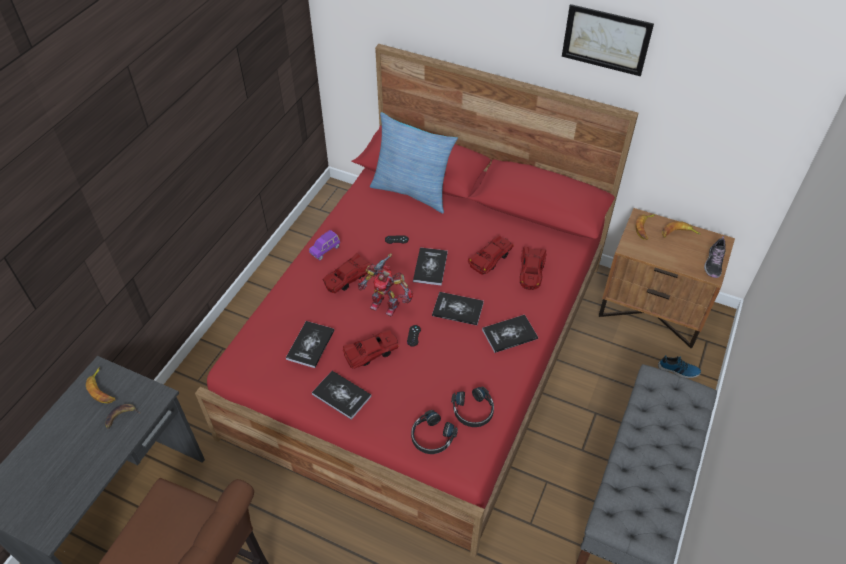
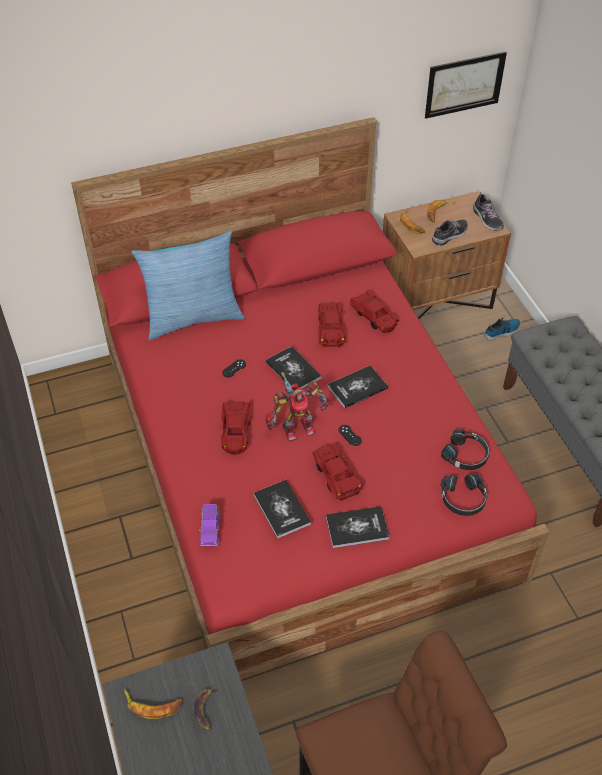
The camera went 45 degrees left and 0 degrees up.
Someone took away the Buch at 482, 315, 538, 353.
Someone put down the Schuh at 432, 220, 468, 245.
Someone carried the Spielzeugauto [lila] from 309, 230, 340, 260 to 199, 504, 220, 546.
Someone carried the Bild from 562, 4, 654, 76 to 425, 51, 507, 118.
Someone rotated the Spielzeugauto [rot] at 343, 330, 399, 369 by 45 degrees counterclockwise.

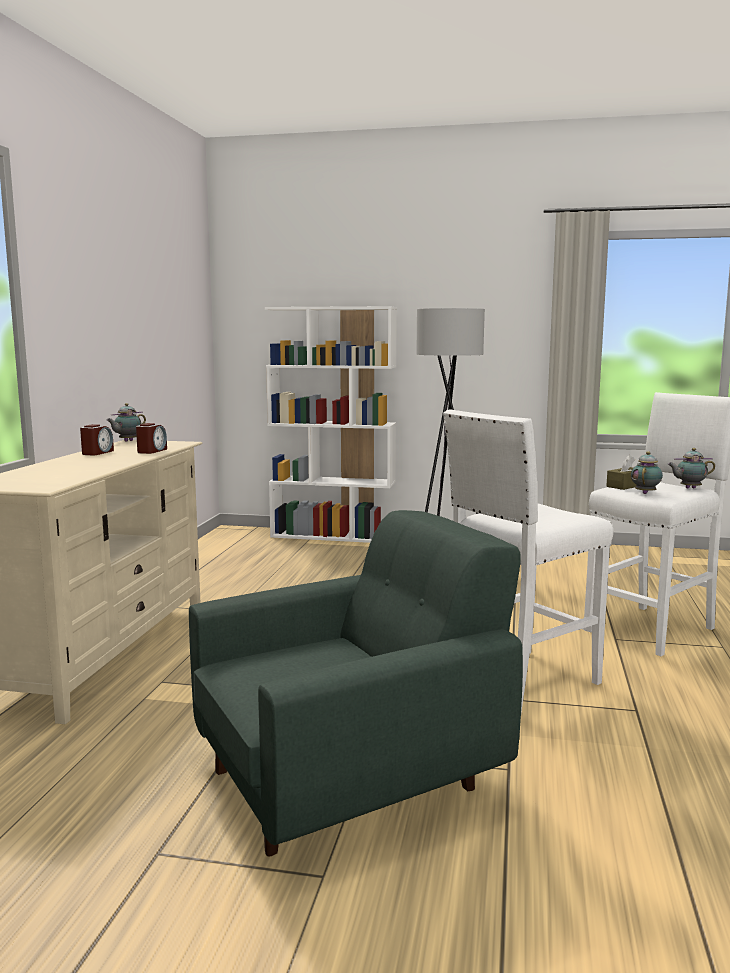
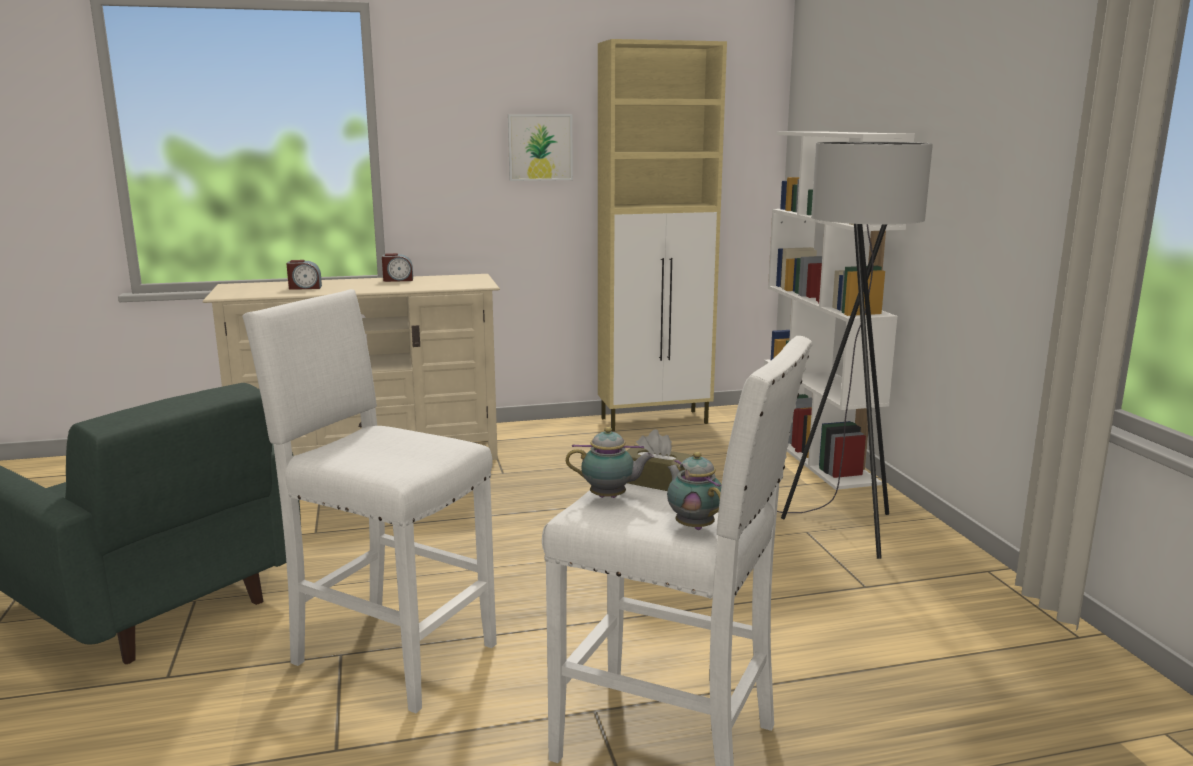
The camera went 65 degrees right and 5 degrees up.
Someone took away the Teekanne at 106, 403, 146, 442.
Someone put up the Bild at 508, 114, 573, 181.
Someone put down the Schrank [beige] at 598, 39, 727, 431.
Someone carried the Wecker from 136, 423, 167, 454 to 286, 260, 322, 290.

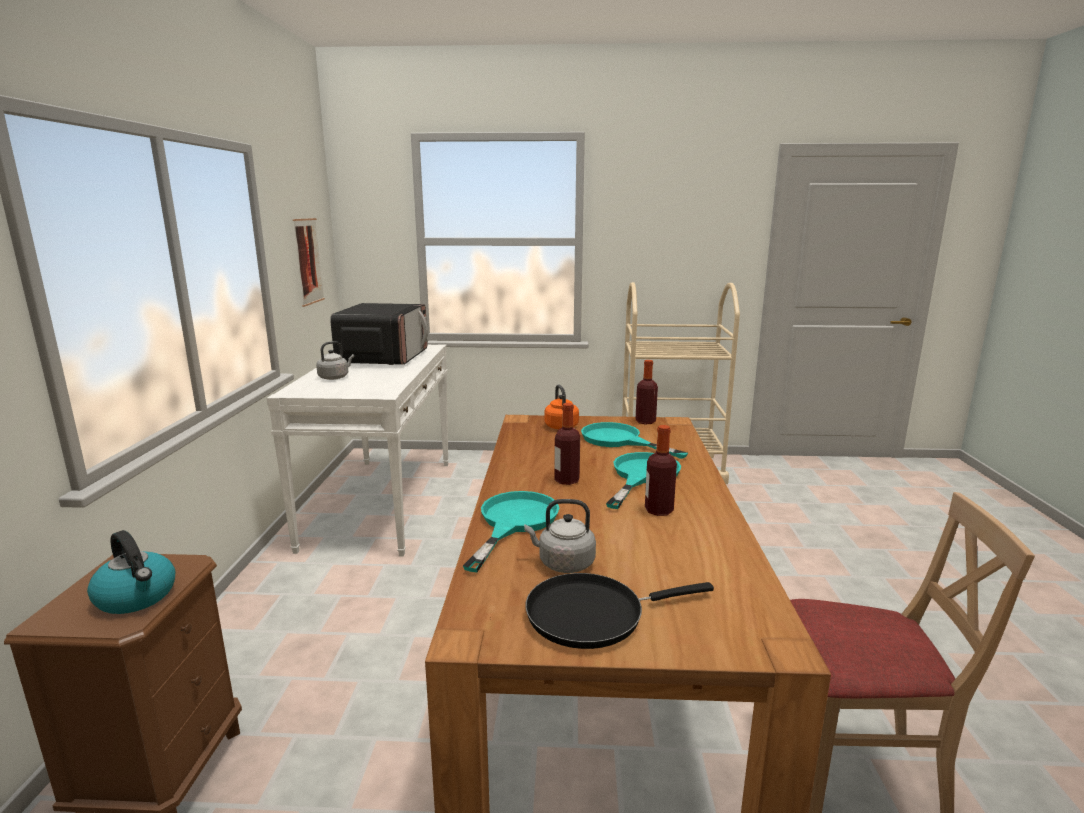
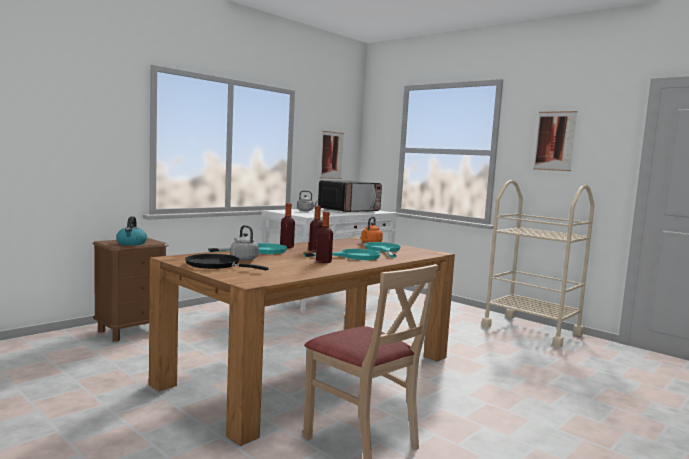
The camera went 40 degrees right and 10 degrees down.
Someone put up the Bild at 533, 111, 578, 171.
Someone carried the Flasche from 635, 360, 658, 424 to 280, 203, 295, 248.

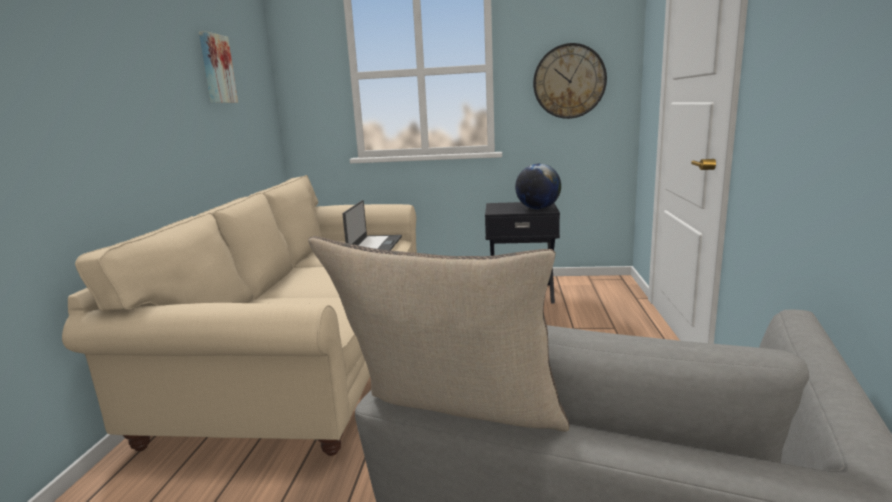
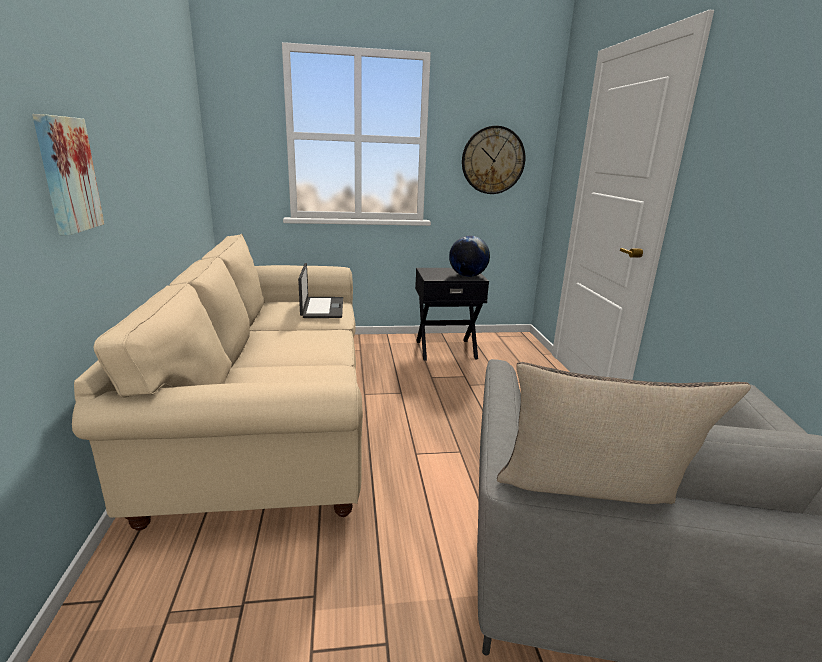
The camera went 15 degrees left and 5 degrees up.
Someone carried the Bild from 199, 31, 238, 103 to 32, 114, 104, 235.

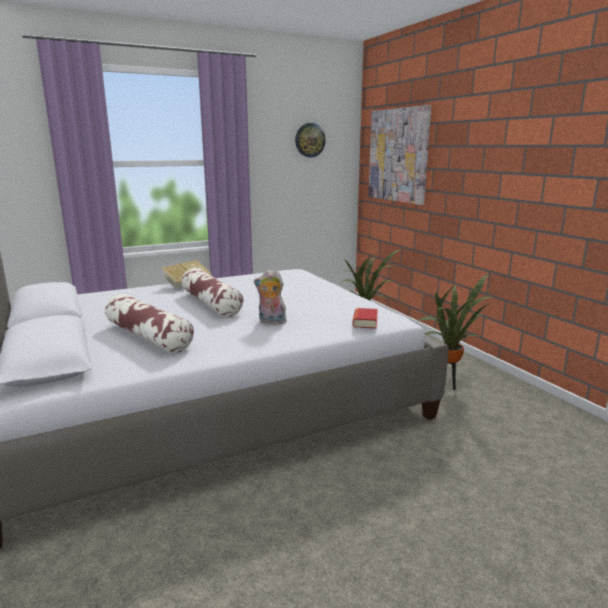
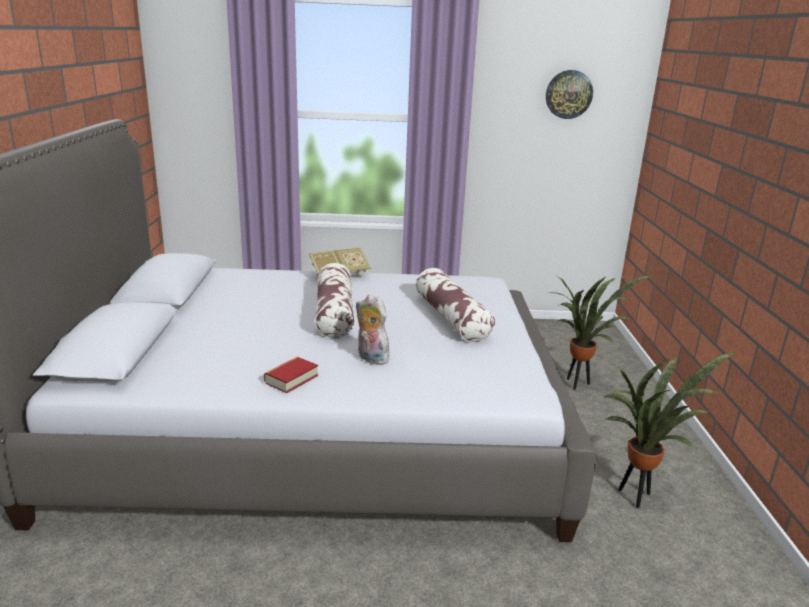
The camera went 25 degrees right and 5 degrees up.
Someone took away the Bild at 368, 105, 431, 205.
Someone carried the Kissen from 105, 294, 194, 353 to 416, 268, 495, 342.
Someone carried the Buch from 353, 308, 378, 329 to 264, 357, 318, 393.

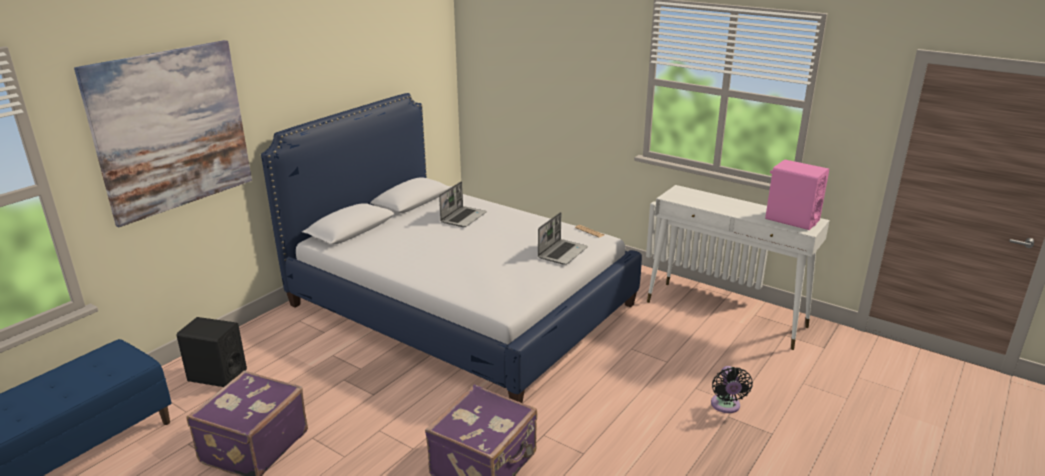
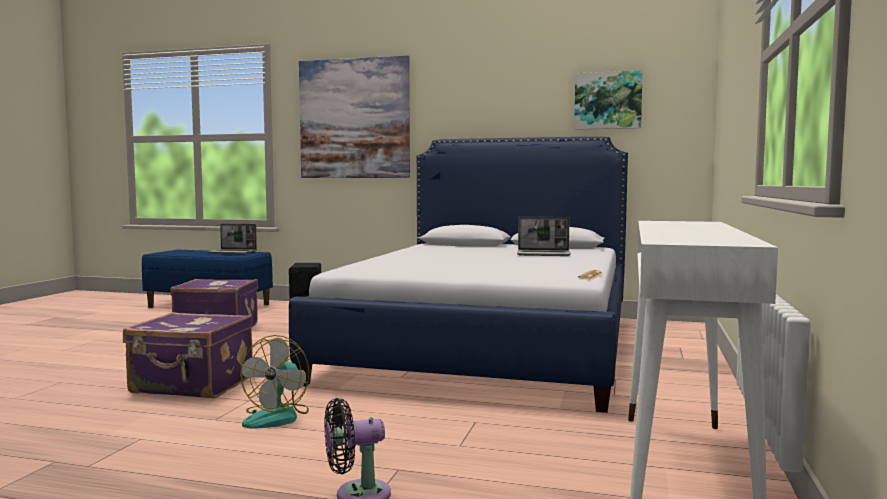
The camera went 70 degrees right and 20 degrees down.
Someone took away the Lautsprecher [rosa] at 765, 160, 829, 230.
Someone put down the Ventilator at 240, 335, 309, 428.
Someone put up the Bild at 574, 70, 643, 130.
Someone carried the Laptop from 538, 212, 588, 265 to 207, 223, 257, 254.

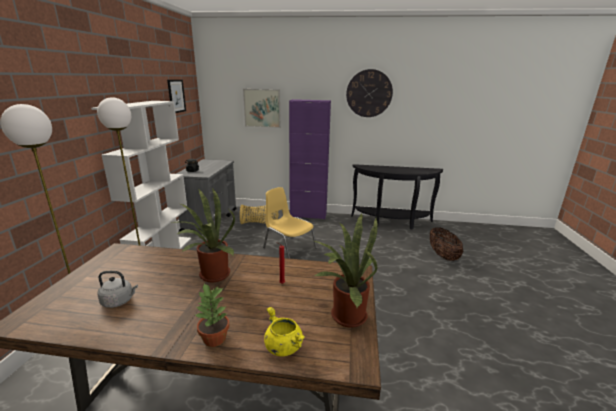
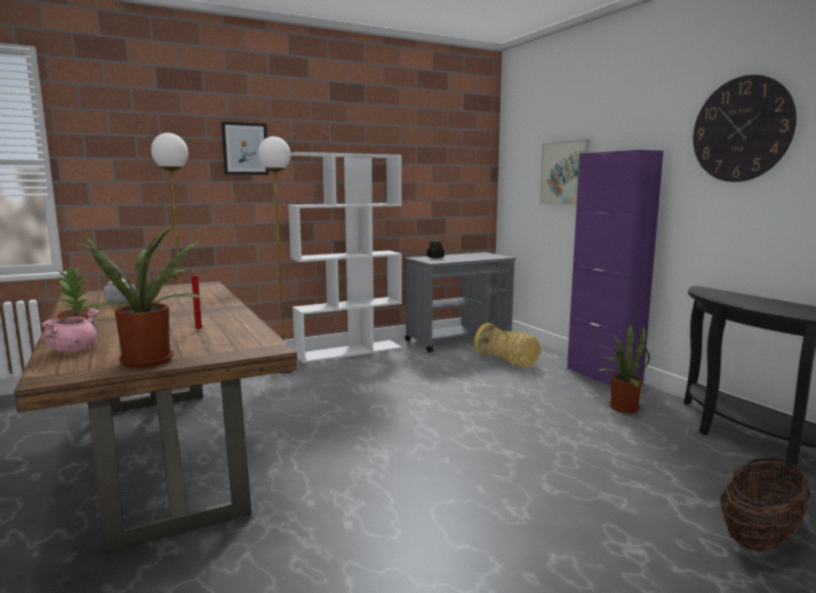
The camera went 55 degrees right and 10 degrees down.
Someone took away the Stuhl [gelb] at 263, 187, 317, 259.
Someone carried the Bild from 167, 80, 186, 113 to 221, 122, 269, 175.
Someone carried the Topfpflanze from 171, 188, 235, 283 to 596, 324, 650, 413.
Someone repainted the Kochtopf [gelb] at 264, 307, 305, 356, which became the Kochtopf [rosa] at 41, 309, 99, 352.

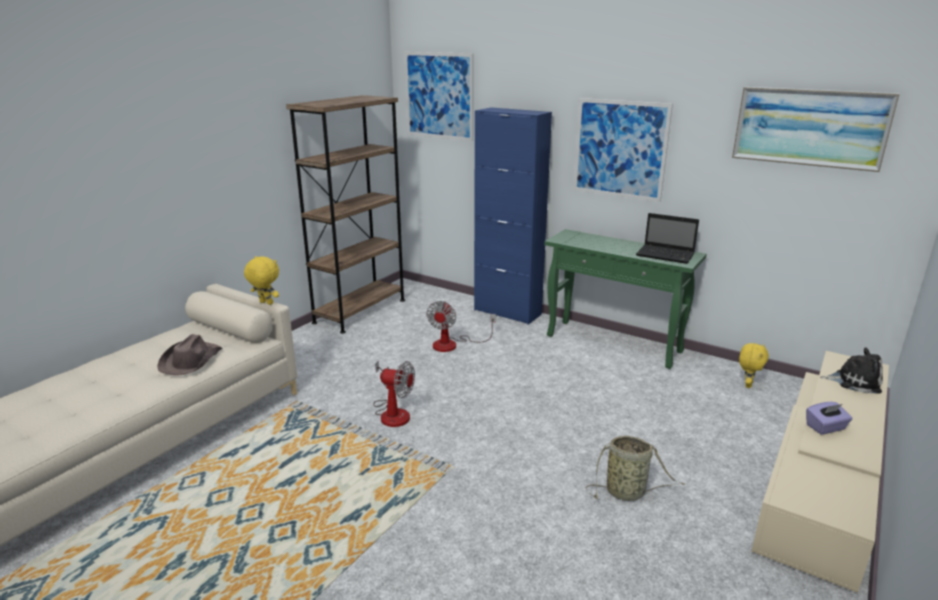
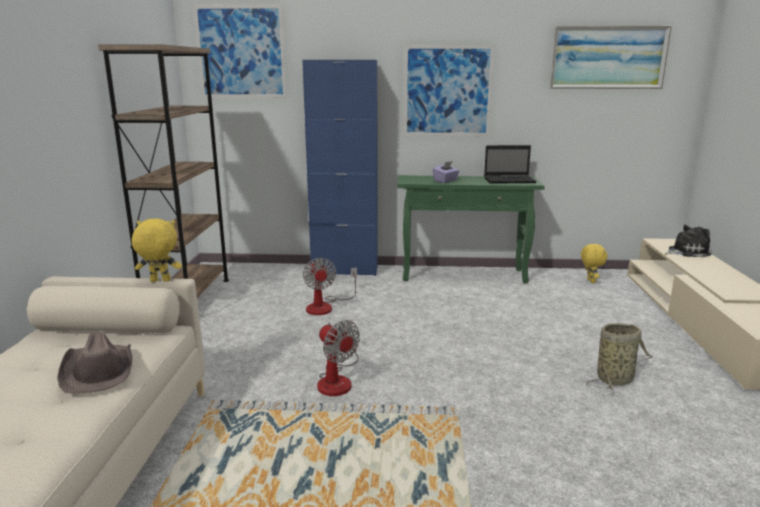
The camera went 30 degrees left and 5 degrees down.
Someone carried the Taschentuchbox [lila] from 806, 402, 853, 435 to 433, 161, 460, 183.
Someone rotated the Ventilator at 373, 360, 415, 427 by 60 degrees clockwise.

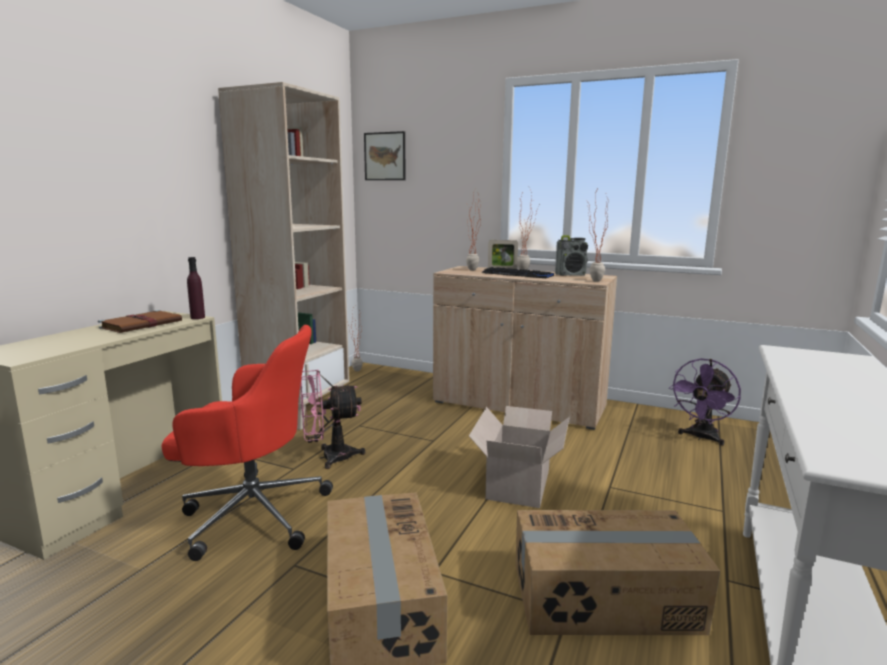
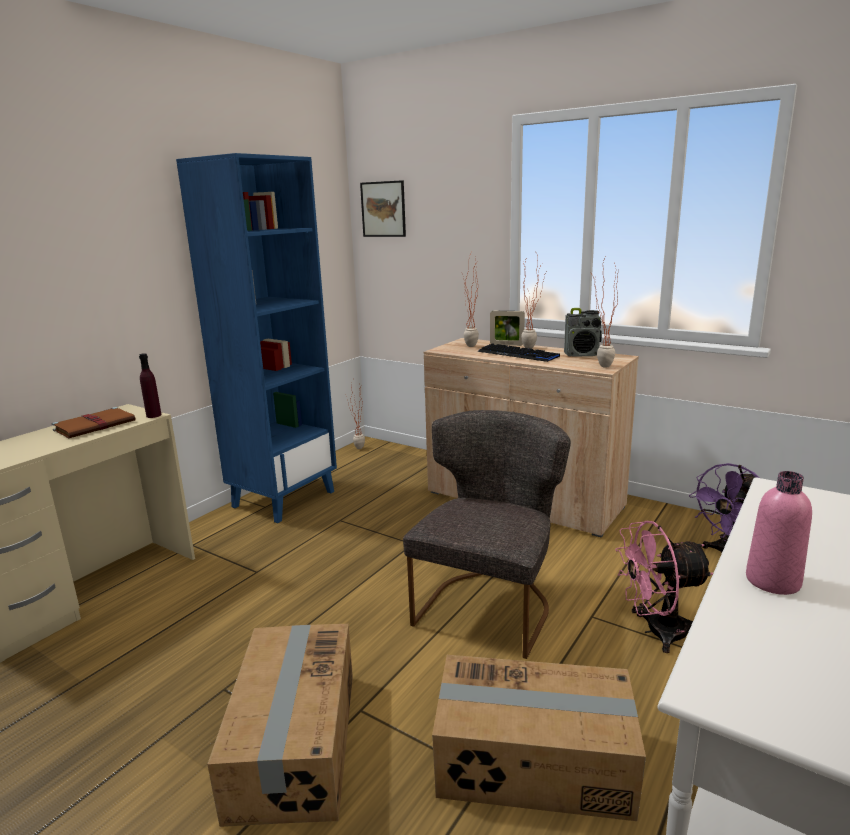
The camera went 10 degrees right and 5 degrees up.
Someone took away the Bürostuhl [rot] at 162, 325, 333, 561.
Someone put down the Flasche [rosa] at 746, 471, 812, 595.
Someone carried the Ventilator [rosa] from 300, 370, 365, 469 to 615, 521, 713, 653.
Someone swapped the Karton at 469, 406, 570, 508 for the Stuhl [grau] at 403, 410, 571, 659.
Someone repainted the Bücherregal [beige] at 218, 82, 349, 430, which became the Bücherregal [blau] at 176, 153, 337, 523.

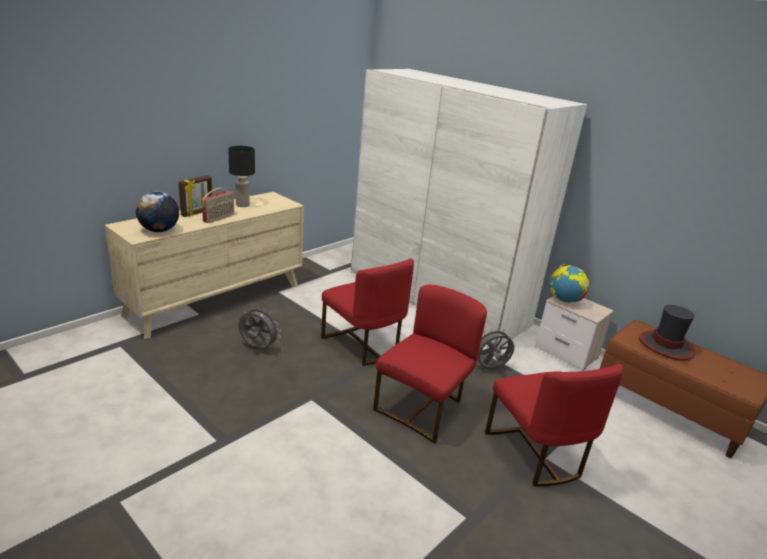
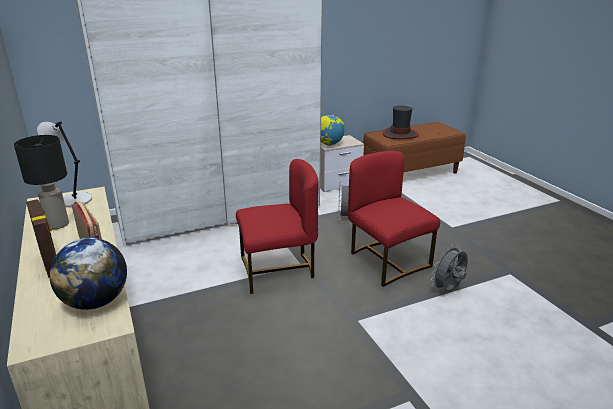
The camera went 65 degrees left and 0 degrees up.
Someone took away the Stuhl [rot] at 485, 364, 623, 487.
Someone put down the Tischlampe [grau] at 37, 121, 92, 207.
Someone carried the Ventilator [grau] from 239, 306, 281, 350 to 431, 244, 468, 292.

